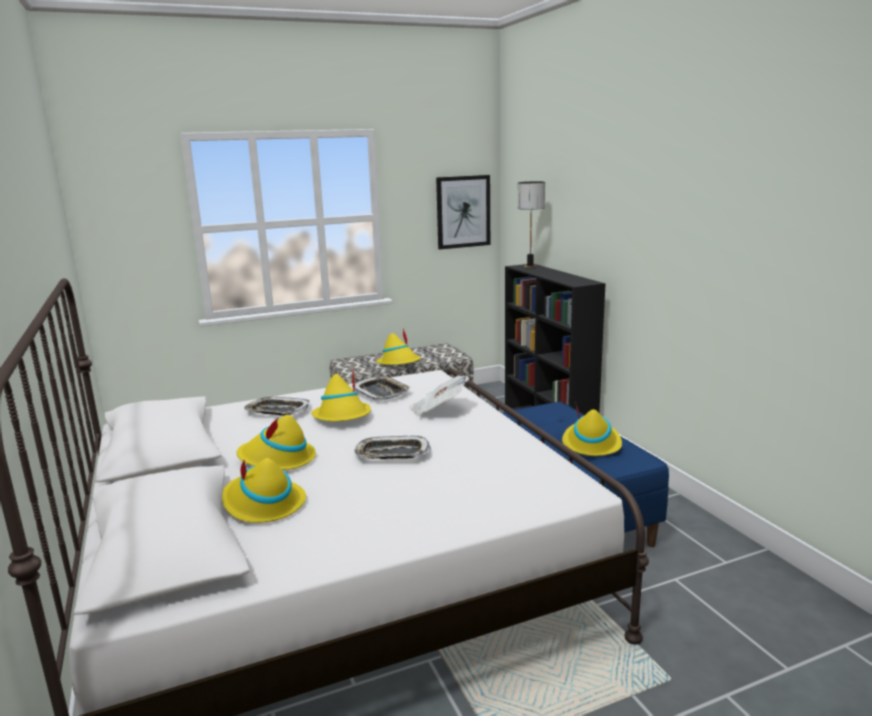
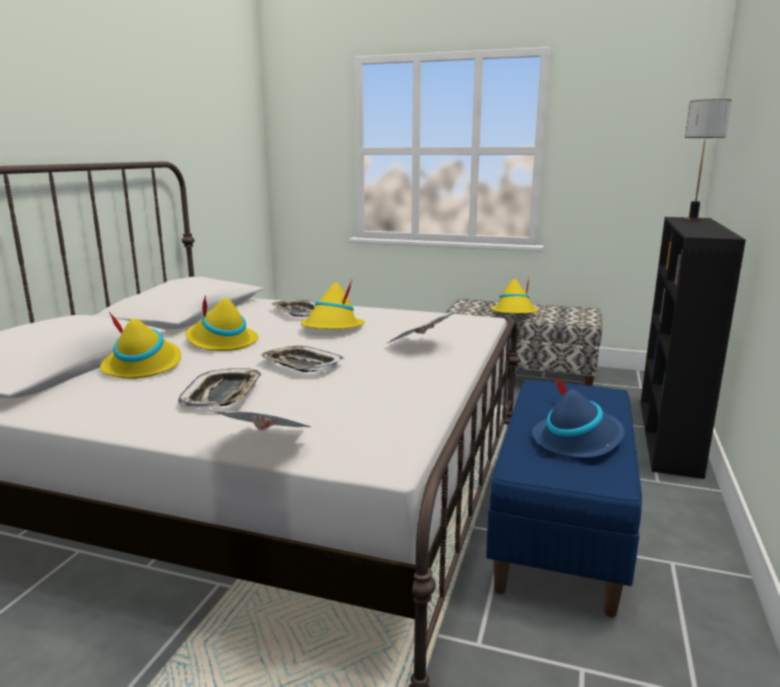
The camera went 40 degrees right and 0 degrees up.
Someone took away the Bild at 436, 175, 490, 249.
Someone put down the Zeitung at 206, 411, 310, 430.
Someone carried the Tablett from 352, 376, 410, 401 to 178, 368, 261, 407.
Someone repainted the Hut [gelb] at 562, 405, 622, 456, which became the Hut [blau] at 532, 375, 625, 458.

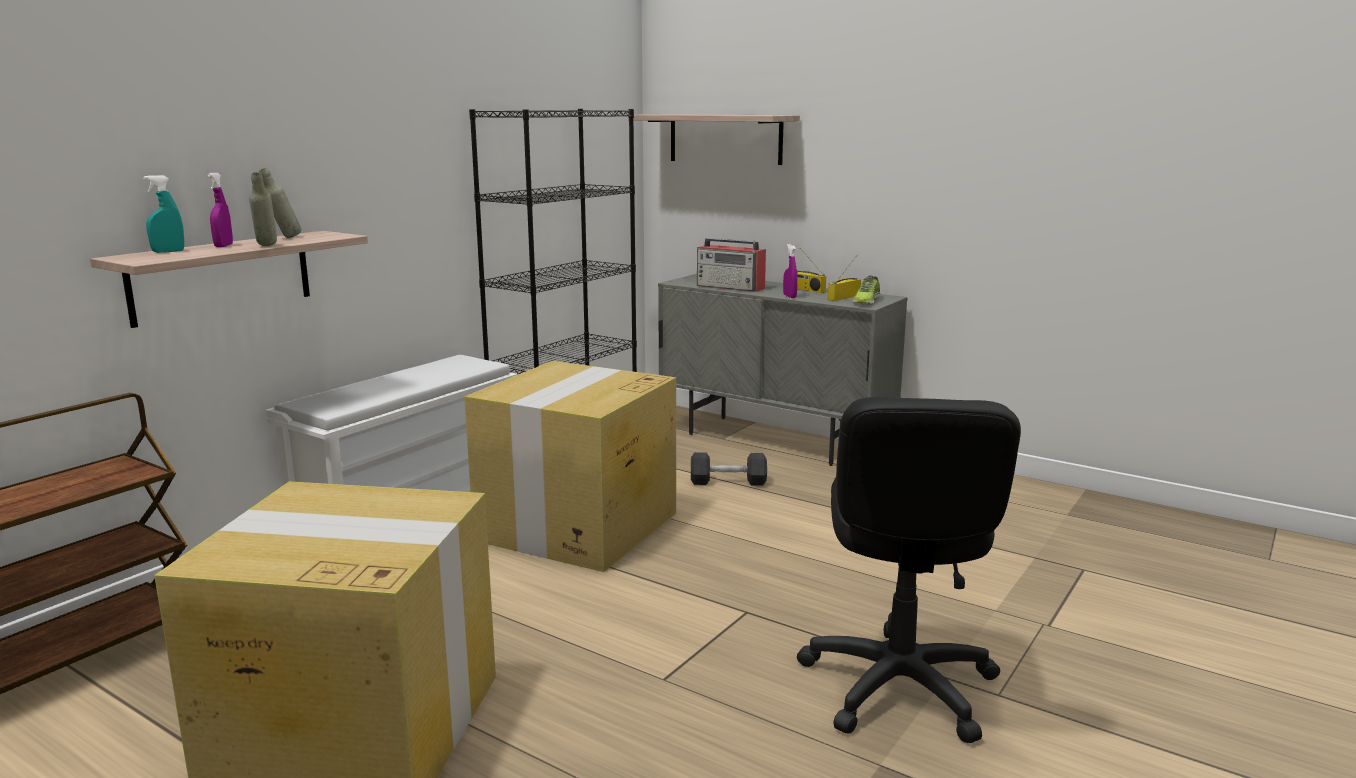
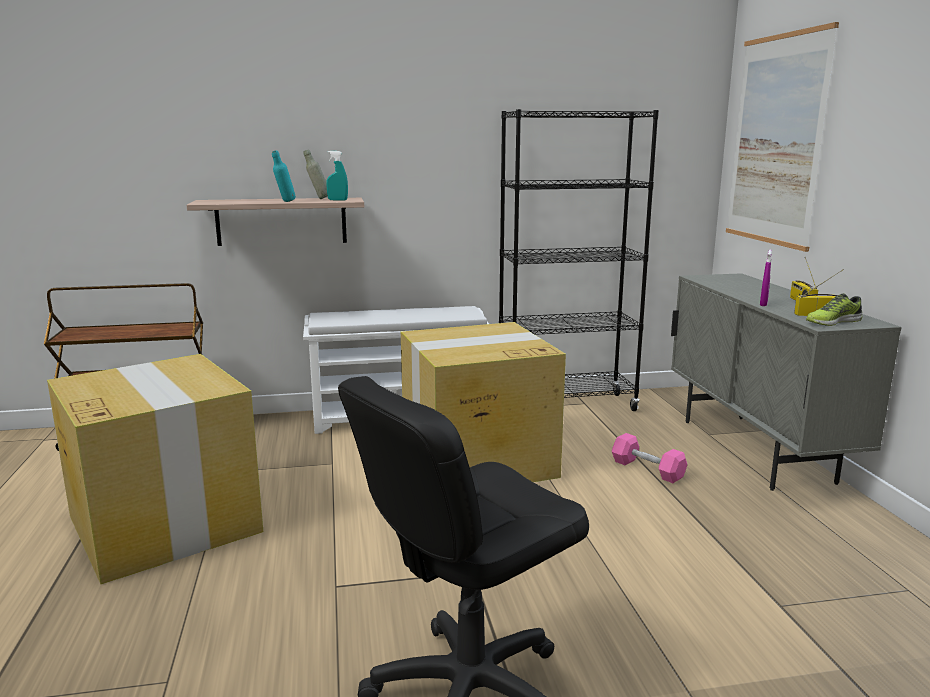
The camera went 45 degrees right and 0 degrees up.
Someone took away the Sprühflasche [lila] at 207, 172, 233, 247.
Someone took away the Radio at 697, 238, 766, 292.
Someone carried the Sprühflasche [türkis] from 143, 175, 184, 253 to 326, 151, 348, 201.
Someone swapped the Wandregal at 628, 114, 800, 165 for the Bild at 726, 22, 839, 252.
Someone repainted the Flasche [grau] at 249, 172, 277, 246, which became the Flasche [türkis] at 272, 150, 296, 202.
Someone repainted the Hantel [schwarz] at 691, 452, 767, 485, which became the Hantel [rosa] at 612, 433, 687, 483.

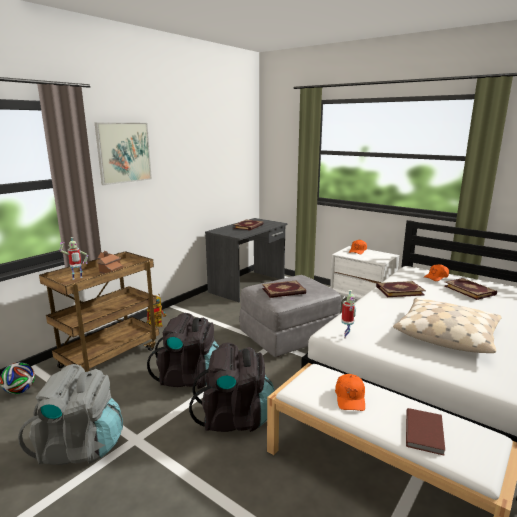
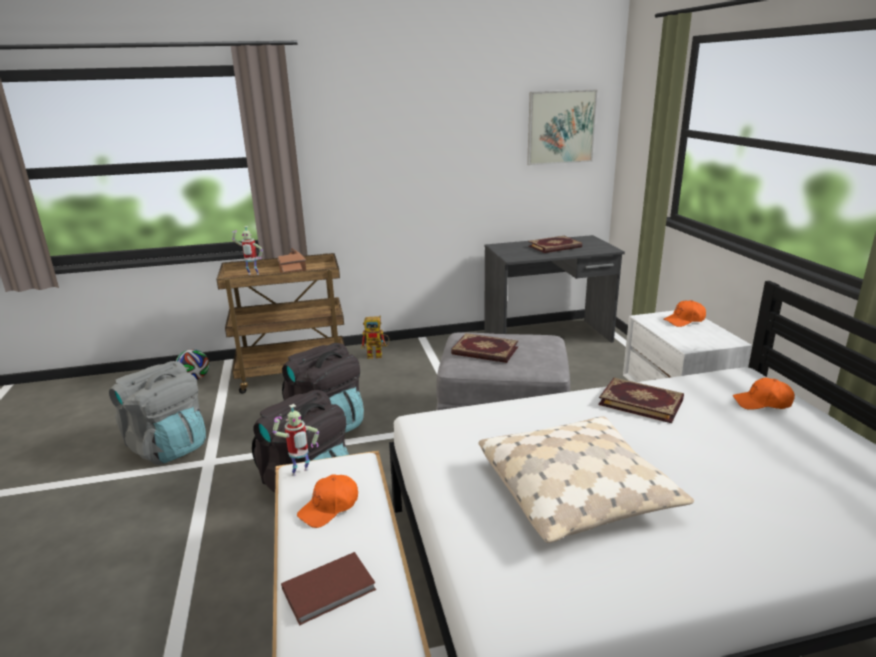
The camera went 40 degrees right and 5 degrees up.
Someone took away the Buch at 445, 278, 497, 300.
Someone carried the Bild from 95, 122, 152, 185 to 527, 90, 597, 165.
Someone carried the Spielzeugroboter from 341, 290, 356, 339 to 272, 404, 319, 476.

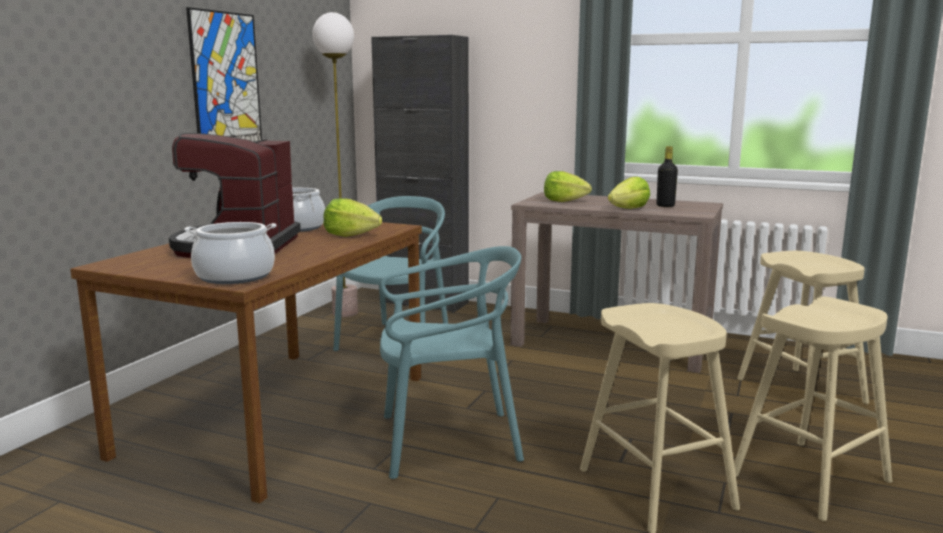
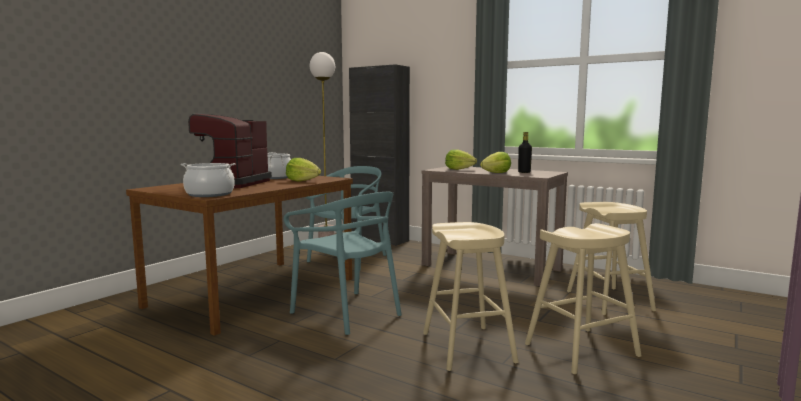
The camera went 10 degrees right and 5 degrees down.
Someone took away the Bild at 186, 7, 262, 142.
Someone rotated the Stuhl [türkis] at 380, 246, 524, 479 by 45 degrees clockwise.

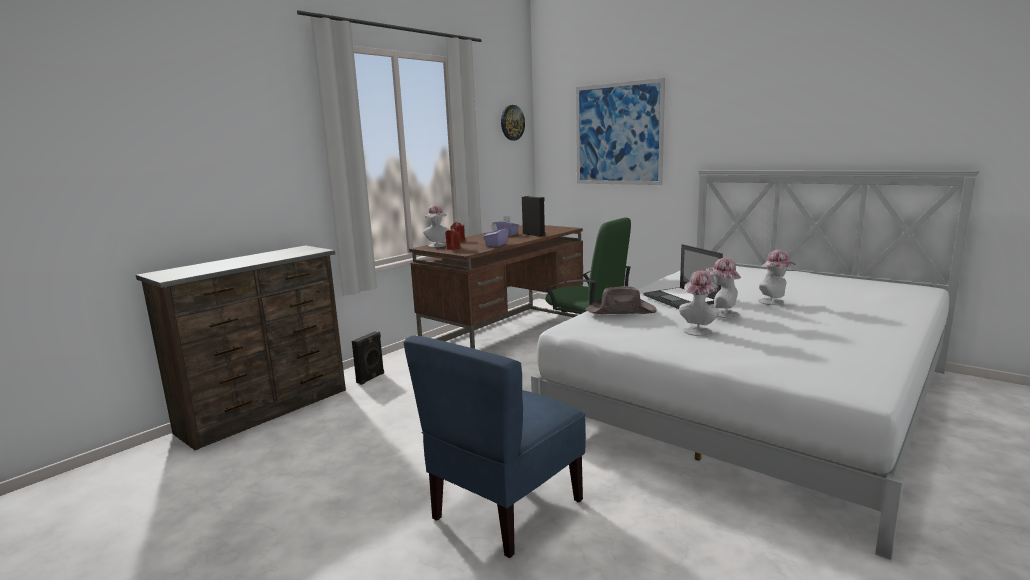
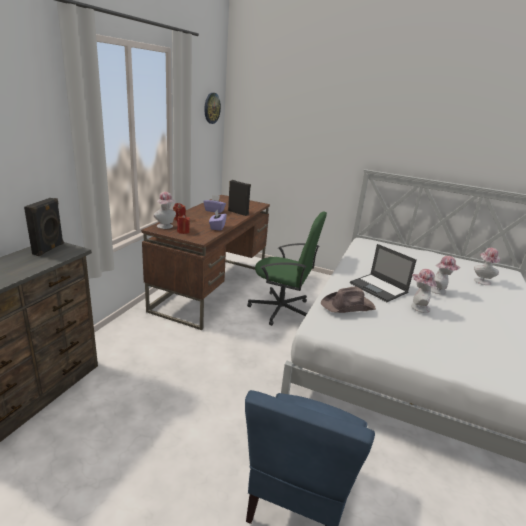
The camera went 20 degrees left and 10 degrees up.
Someone took away the Bild at 576, 78, 665, 185.
Someone carried the Lautsprecher [schwarz] from 352, 331, 384, 385 to 24, 198, 64, 256.
Someone carried the Hut from 679, 271, 720, 336 to 474, 248, 501, 285.

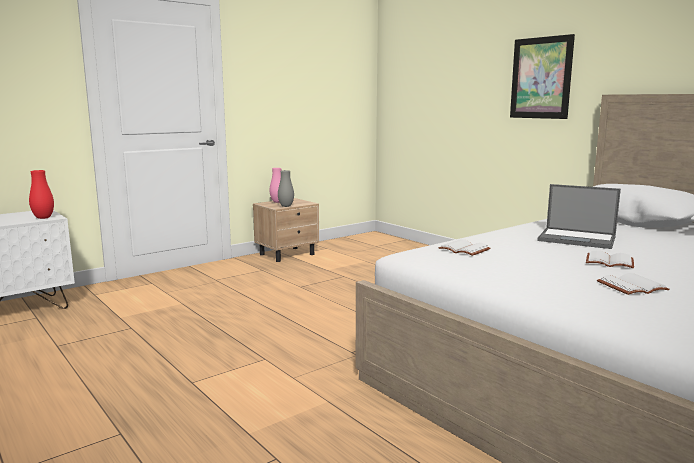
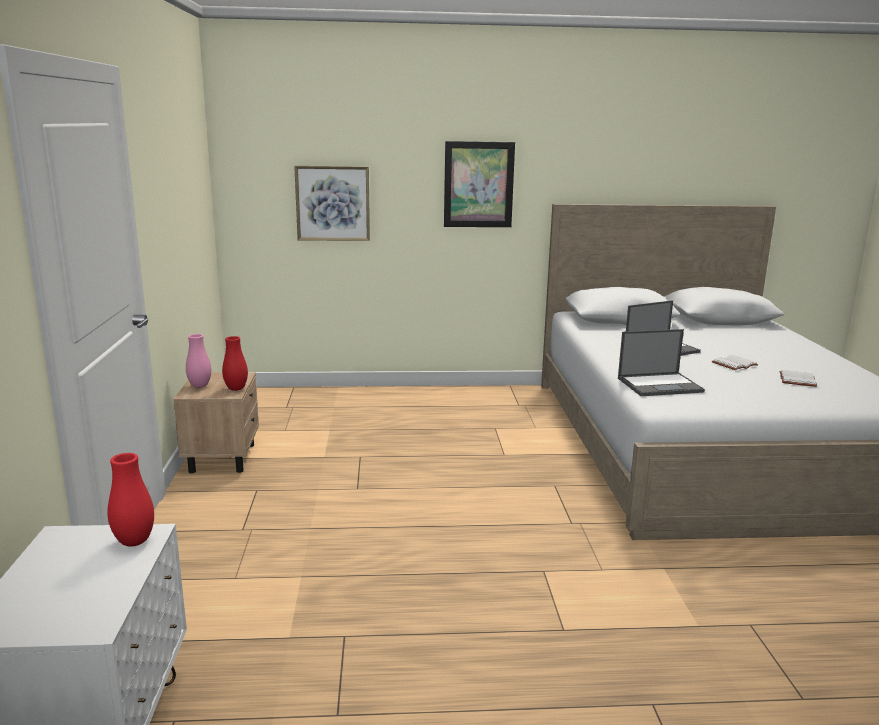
The camera went 55 degrees left and 5 degrees up.
Someone put up the Bild at 294, 166, 370, 241.
Someone swapped the Buch [weiß] at 438, 239, 491, 256 for the Laptop at 618, 329, 705, 396.
Someone repainted the Vase [grau] at 278, 170, 294, 207, which became the Vase [rot] at 222, 336, 248, 391.

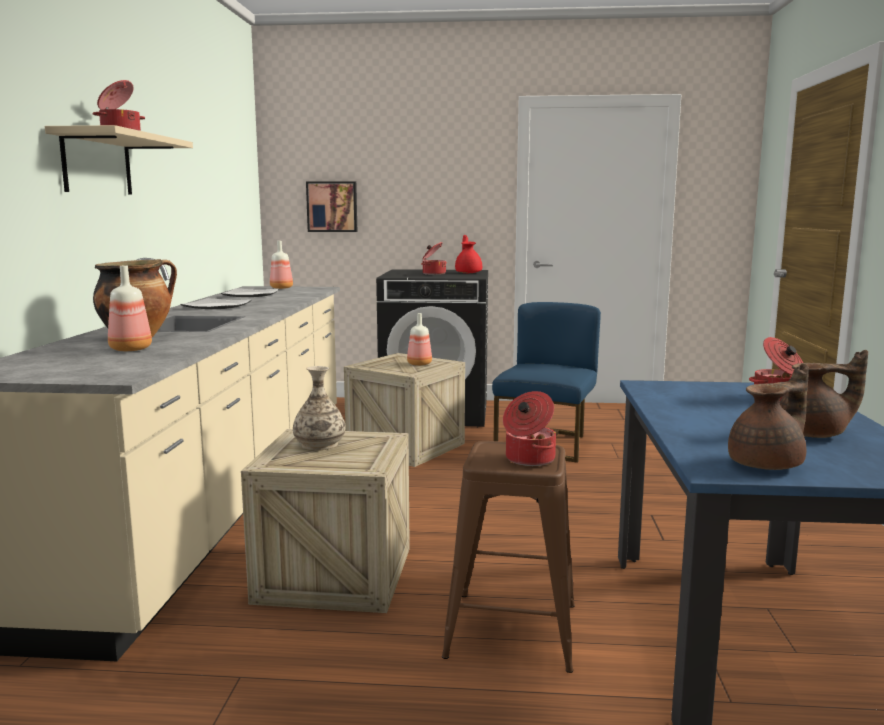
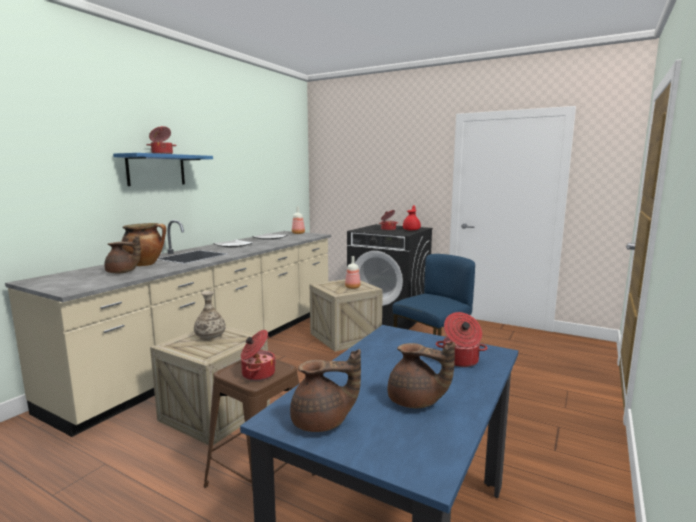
The camera went 25 degrees right and 0 degrees up.
Someone took away the Bild at 306, 181, 357, 232.
Someone swapped the Flasche at 108, 266, 152, 351 for the Teekanne [braun] at 104, 235, 141, 273.
Someone repainted the Wandregal [beige] at 45, 125, 193, 195, which became the Wandregal [blau] at 113, 153, 213, 186.

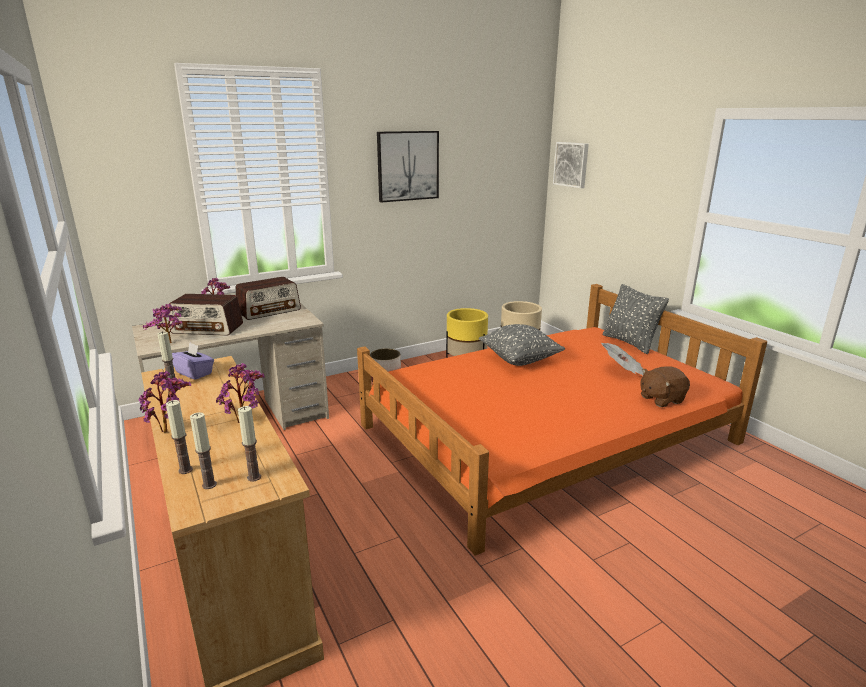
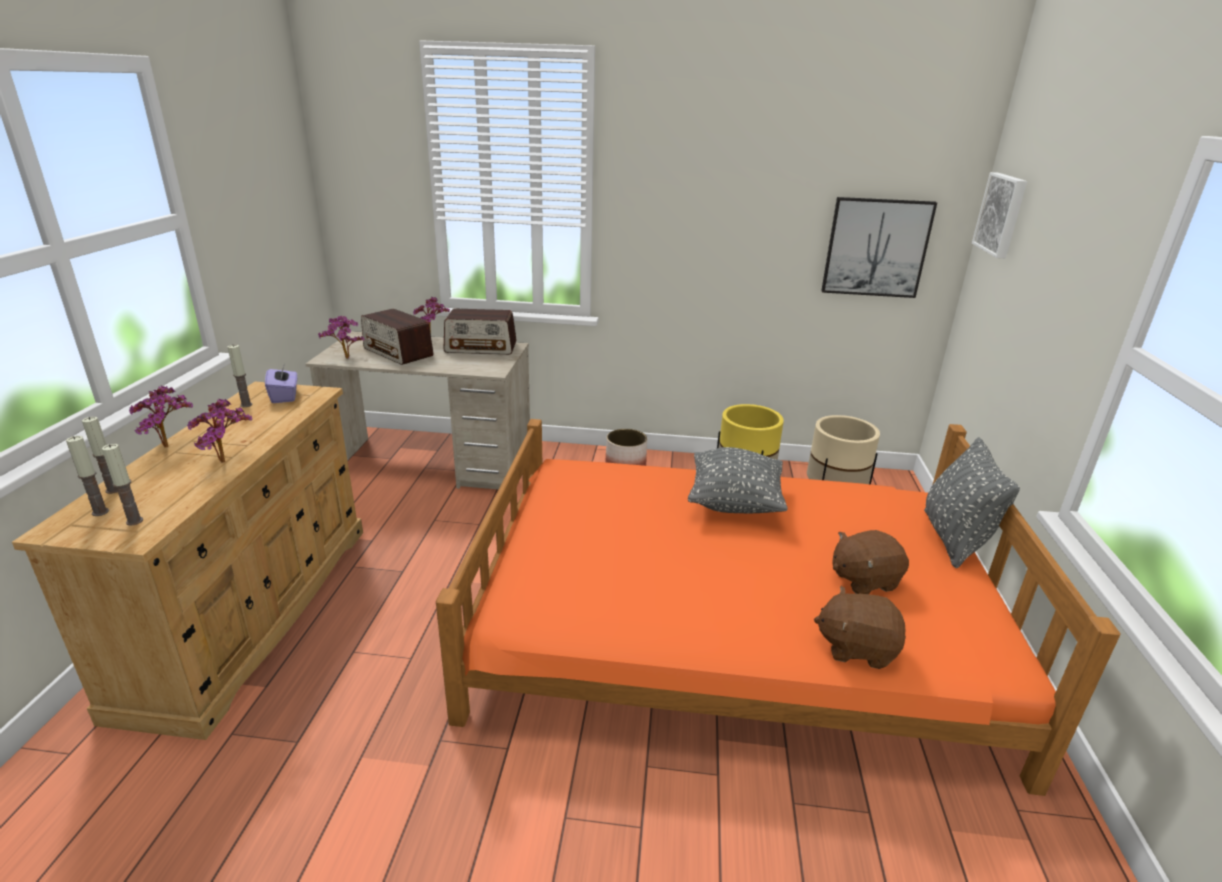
The camera went 35 degrees right and 5 degrees up.
Someone carried the Bild from 377, 131, 439, 202 to 821, 197, 937, 298.
Someone swapped the Zeitung at 601, 343, 643, 375 for the Plüschtier [braun] at 832, 530, 909, 594.

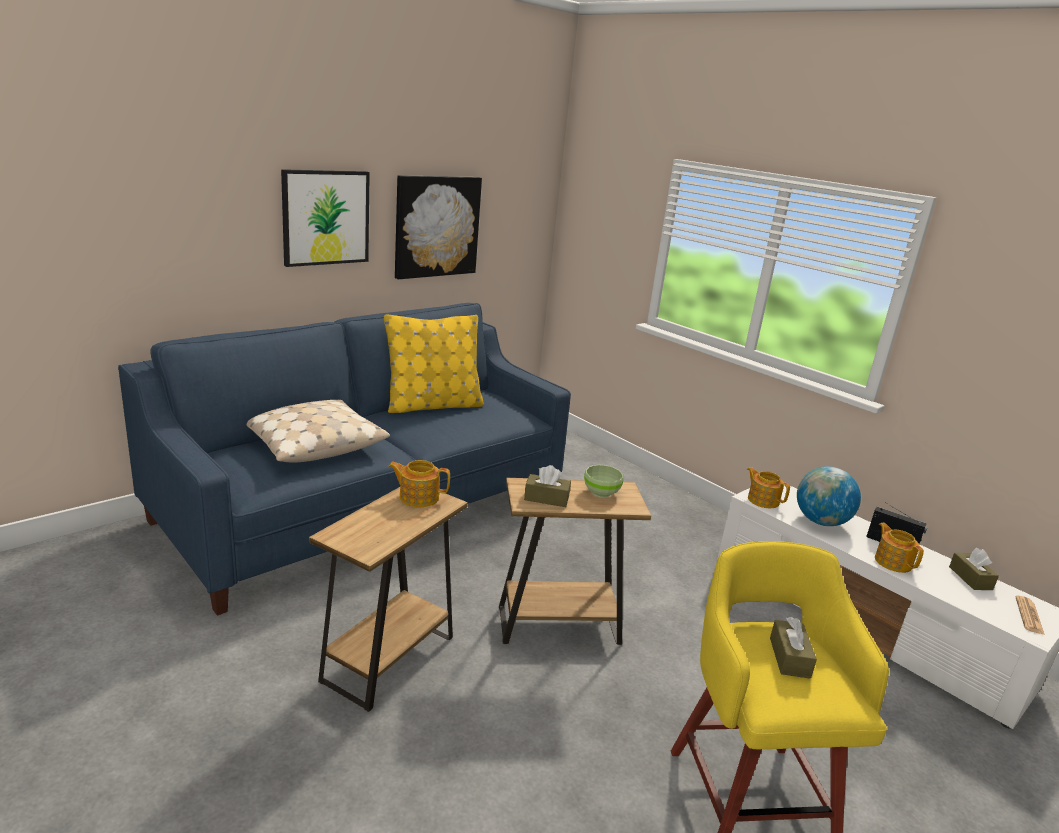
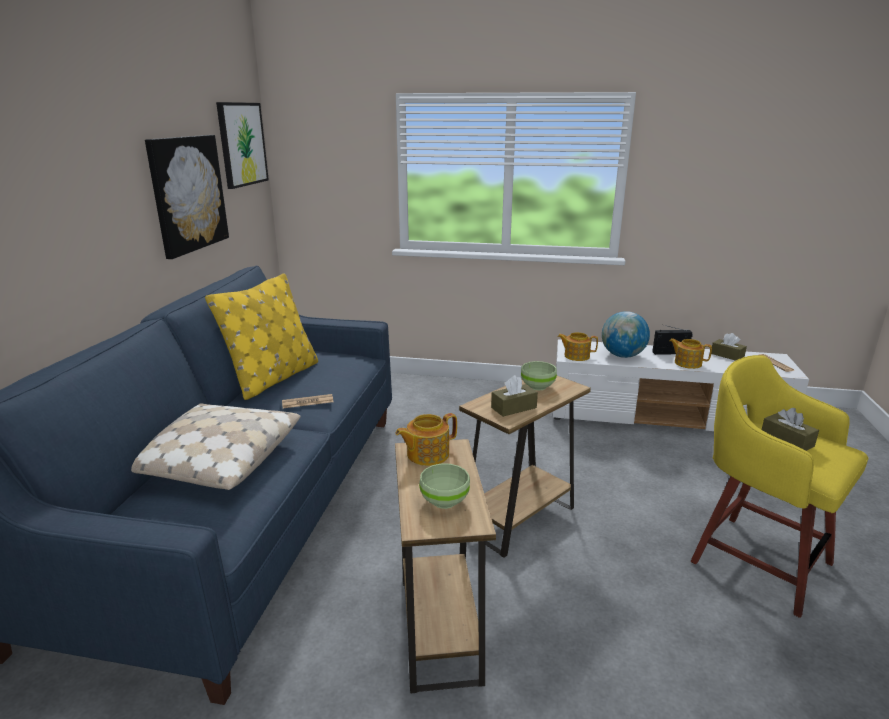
The camera went 35 degrees left and 0 degrees up.
Someone put down the Zeitung at 282, 394, 334, 408.
Someone put down the Schüssel [grün] at 419, 463, 470, 509.
Someone carried the Bild from 281, 169, 370, 267 to 216, 102, 269, 189.

